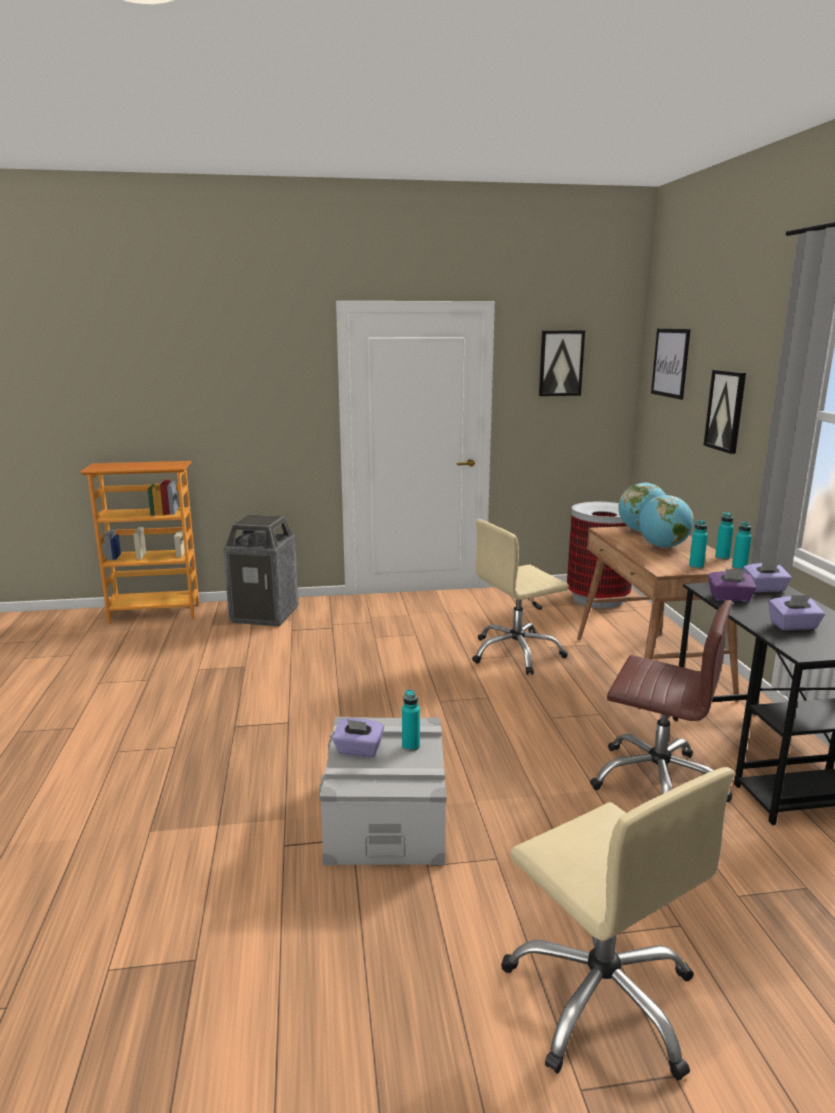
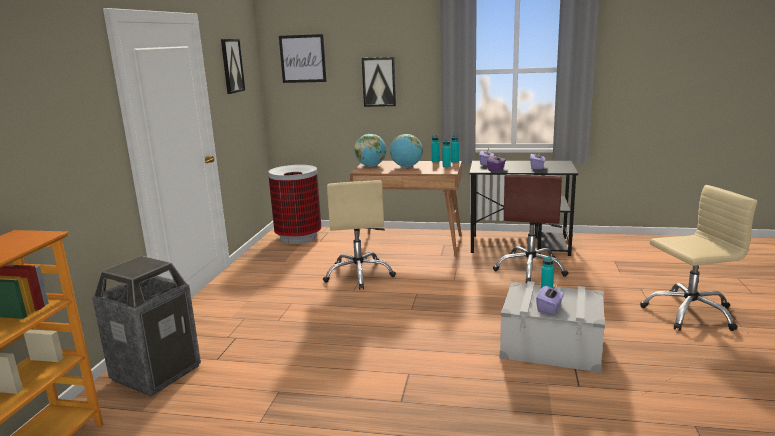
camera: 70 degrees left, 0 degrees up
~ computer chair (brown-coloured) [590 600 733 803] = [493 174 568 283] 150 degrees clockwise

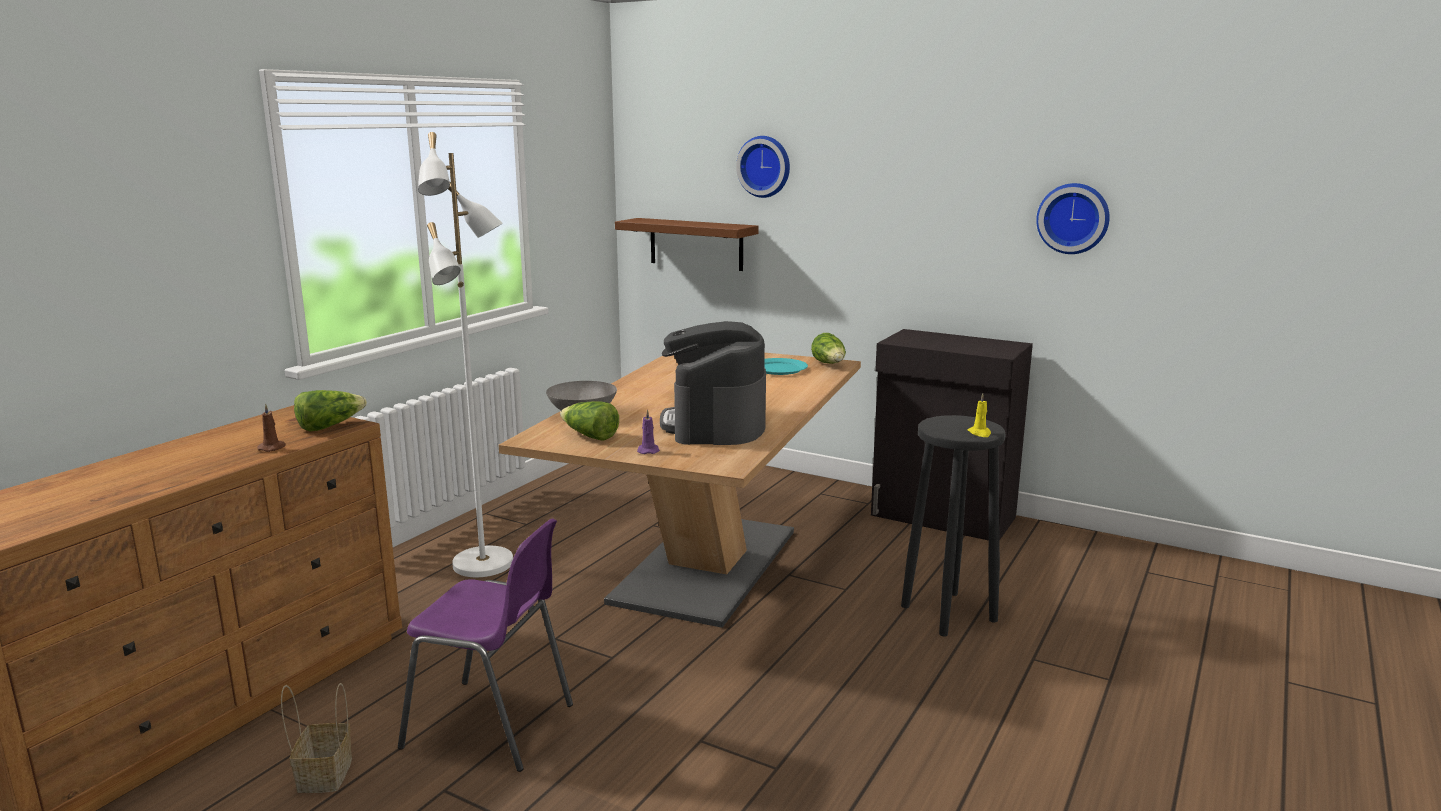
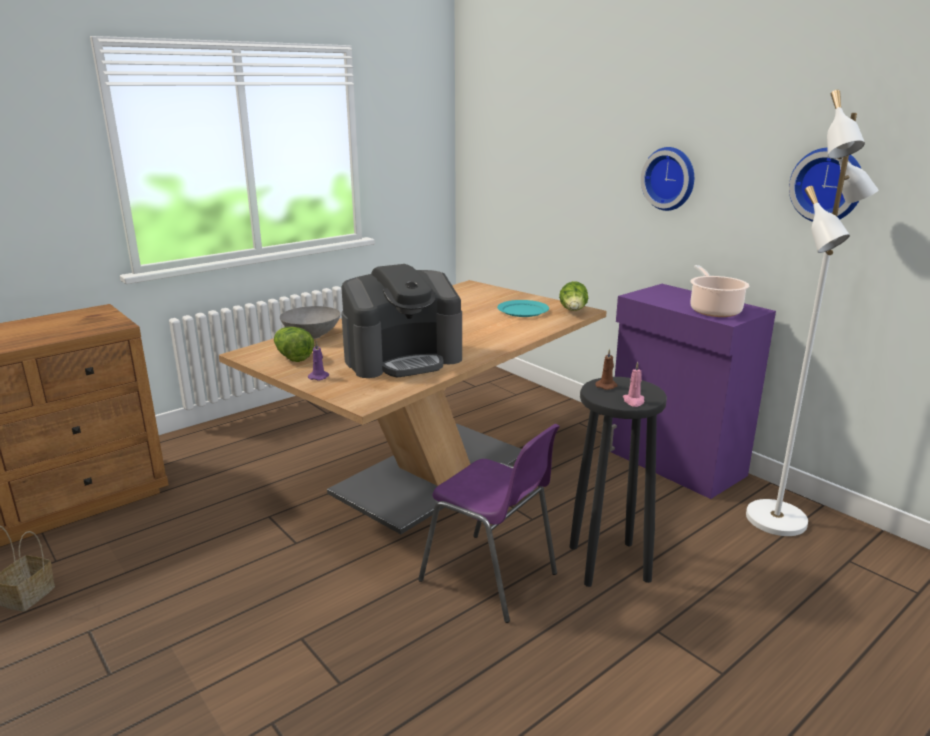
camera: 20 degrees right, 5 degrees up
~ wax candle (brown-coloured) [257 404 286 452] to [595 349 618 390]
- head of lettuce [294 390 367 431]
~ chair (purple) [398 518 573 772] to [418 424 560 623]
~ standard lamp (whitish) [418 132 513 577] to [746 90 879 536]
- bracket shelf (brown-coloured) [615 218 759 271]
~ coffee maker [660 321 766 445] = [341 264 462 378] 135 degrees counterclockwise
~ wall clock [736 136 790 198] to [641 147 694 211]
~ cabinet (blackish) [871 329 1033 541] to cabinet (purple) [609 284 776 499]
~ wax candle (yellow-coloured) [968 393 991 437] to wax candle (pink) [623 362 645 407]
+ stockpot [690 265 750 317]

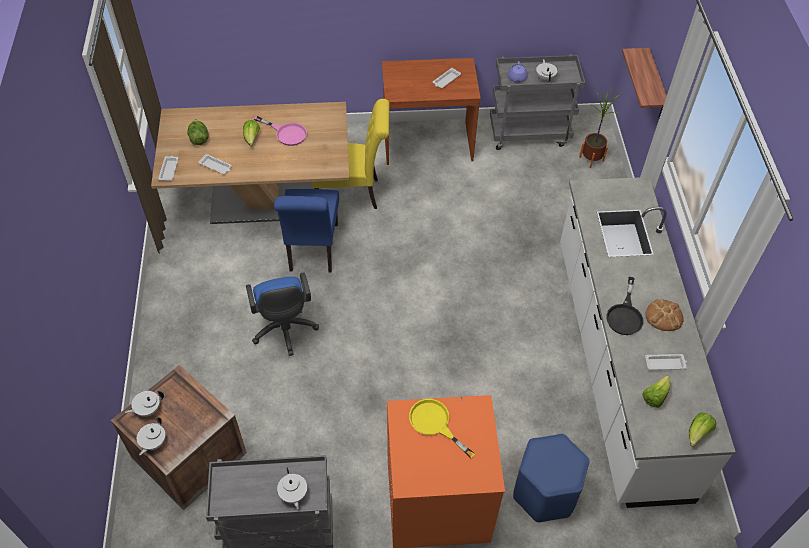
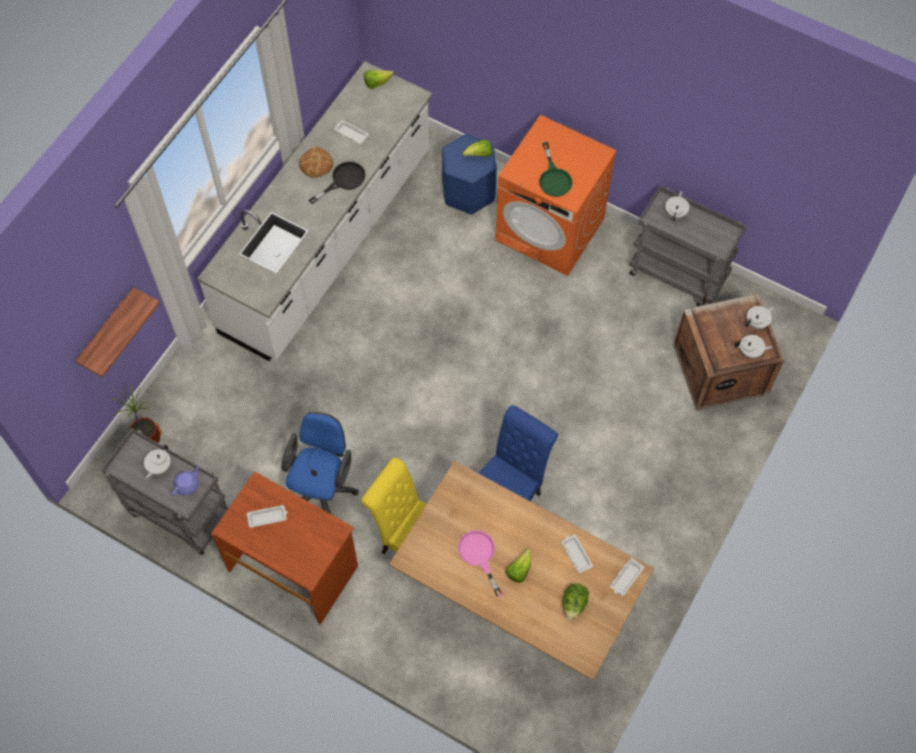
camera: 145 degrees left, 10 degrees up
~ computer chair (blue) [246 272 319 356] to [281 412 358 514]
~ frying pan (yellow-coloured) [409 399 475 458] to frying pan (greenish) [539 142 573 197]
~ head of lettuce [642 375 670 408] to [463 140 492 157]

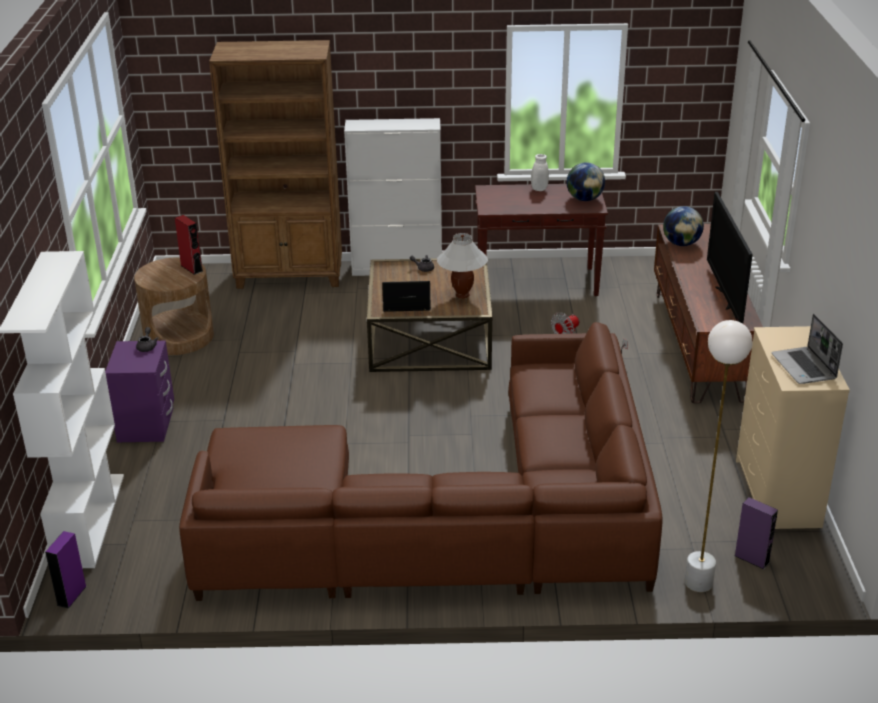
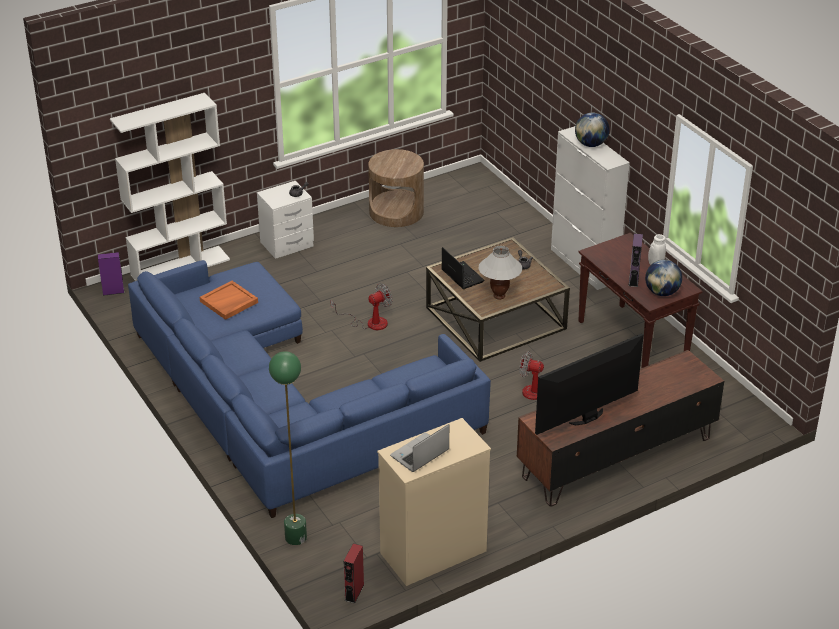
camera: 60 degrees right, 5 degrees up
~ bedside table (purple) [105 340 174 442] to bedside table (whitish) [257 181 314 259]
~ loudspeaker (red-coloured) [175 215 203 275] to [344 543 364 603]
~ settee (brown-coloured) [179 322 662 601] to settee (blue) [128 260 491 518]
- bookcase (brown-coloured) [209 40 342 289]
~ desk globe [663 206 704 246] to [575 113 609 147]
~ standard lamp (whitish) [685 320 753 592] to standard lamp (greenish) [269 351 307 545]
~ loudspeaker (purple) [734 497 778 569] to [628 234 643 287]
+ tray (orange) [200 281 258 320]
+ cooling fan [330 283 393 330]

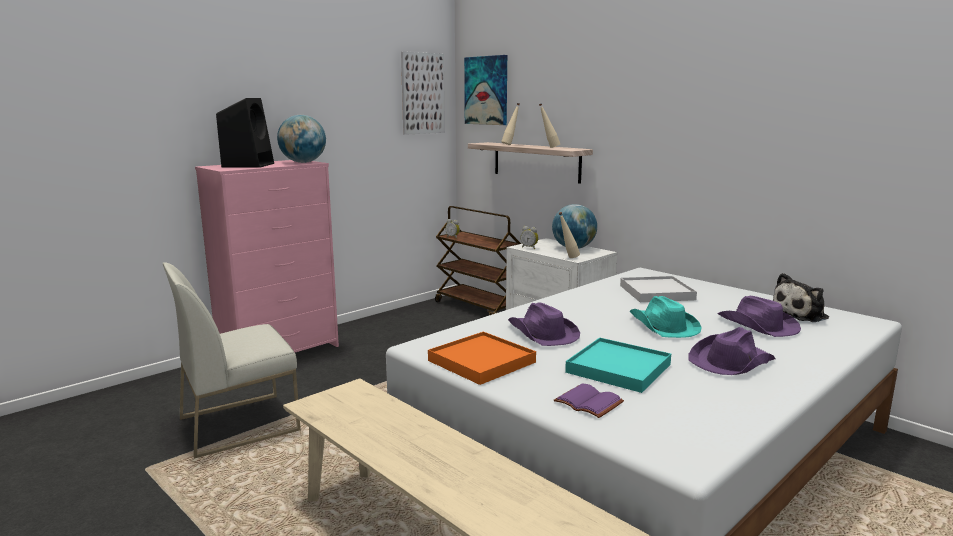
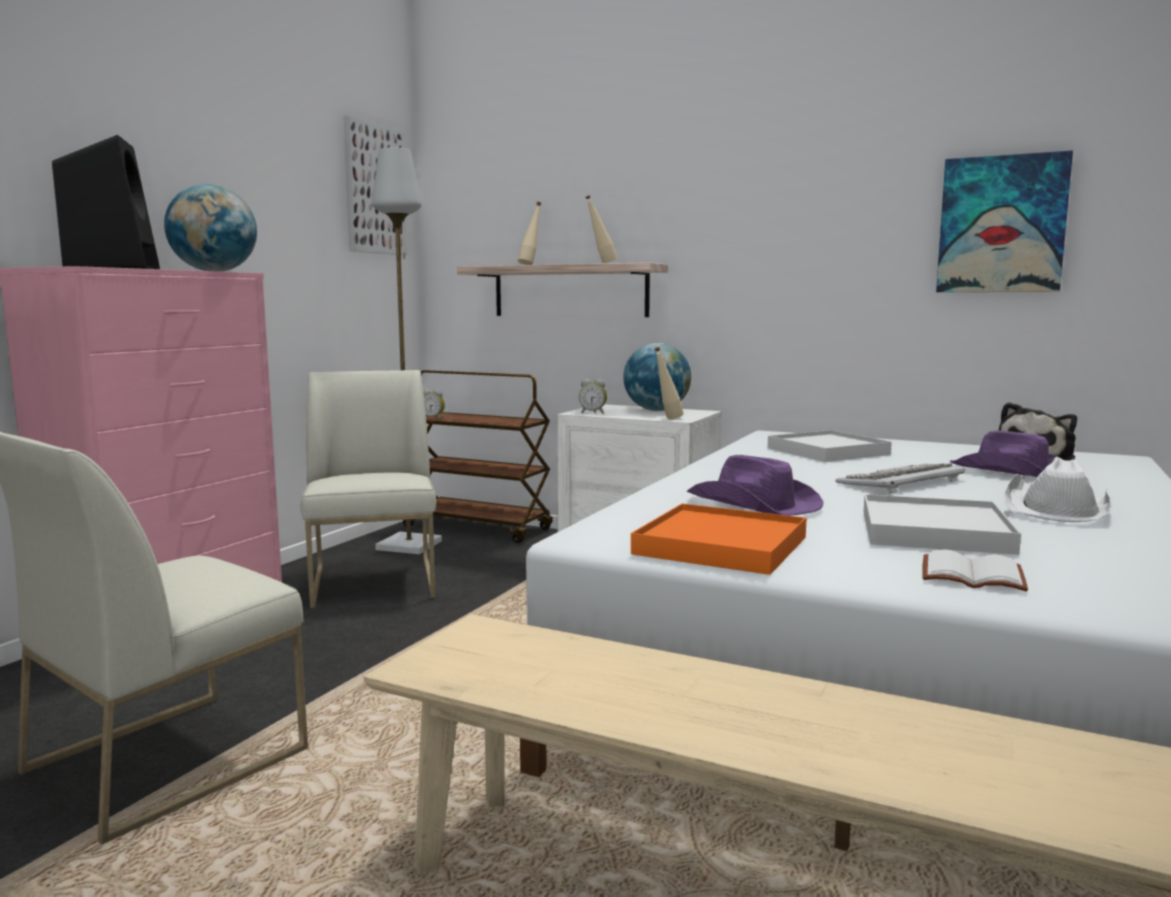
camera: 20 degrees left, 5 degrees down
~ wall art [464 55 507 125] to [936 150 1073 292]
~ volume (purple) [554 384 624 418] to volume (whitish) [922 549 1028 592]
~ tray (blue-green) [565 338 671 393] to tray (whitish) [864 494 1021 555]
~ hat (blue-green) [630 296 702 338] to keyboard [835 463 966 494]
~ hat (purple) [688 327 776 375] to hat (whitish) [1004 456 1111 522]
+ chair (whitish) [300 370 436 608]
+ standard lamp (grey) [372 148 442 554]

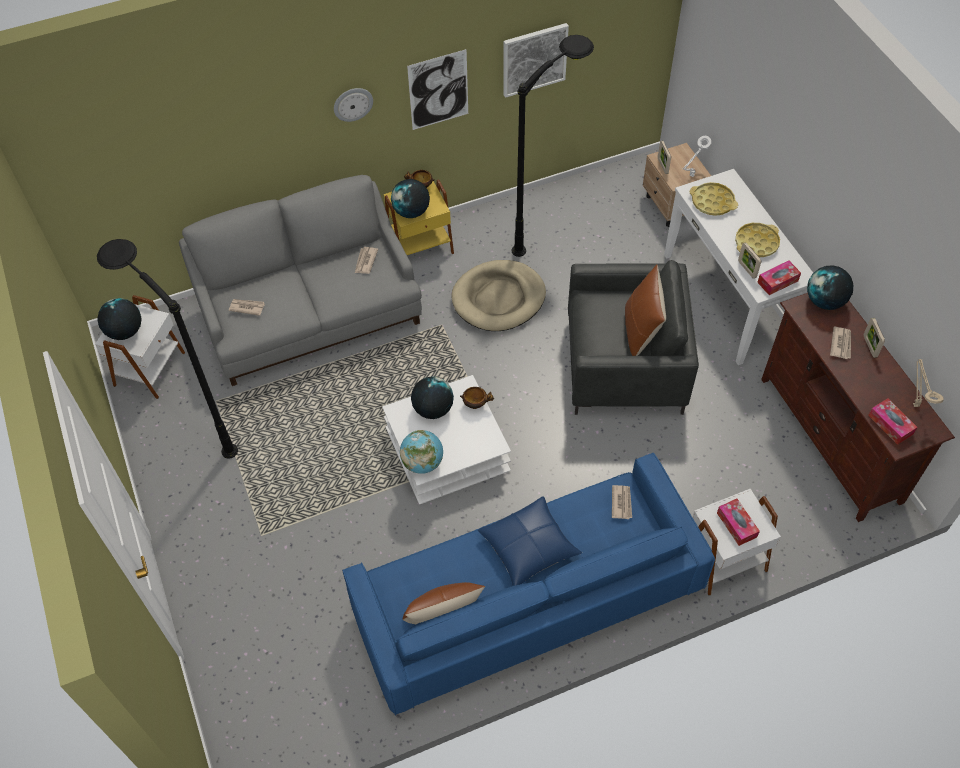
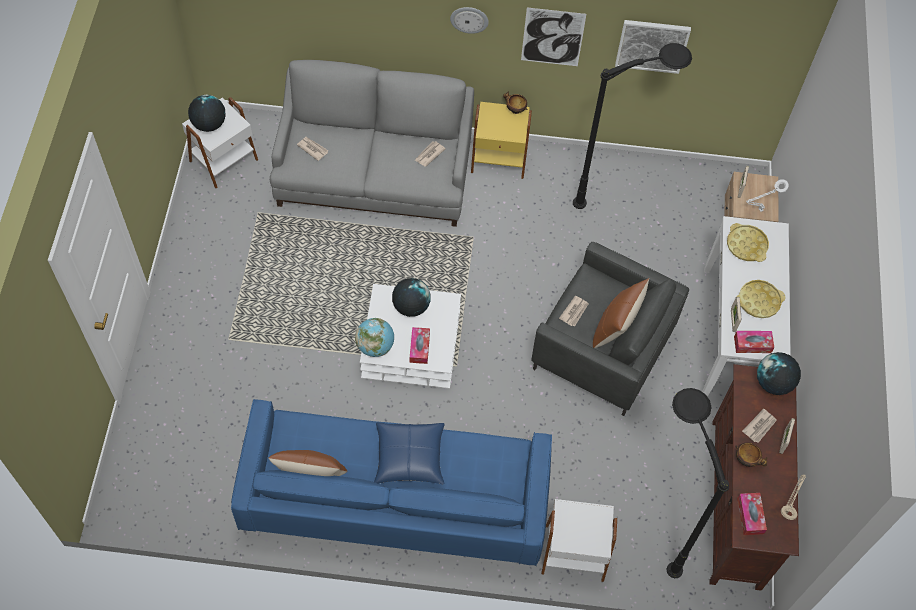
camera: 25 degrees right, 5 degrees up
~ standard lamp (blackish) [97 239 238 459] to [666 388 729 578]
- desk globe [391 179 430 218]
- dog bed (beige-coloured) [451 260 546 331]
~ deep dish [460 387 494 409] to [735 442 767 467]
~ daily paper [612 485 632 519] to [559 295 589 327]
~ tissue holder [717 499 760 546] to [410 327 430 364]

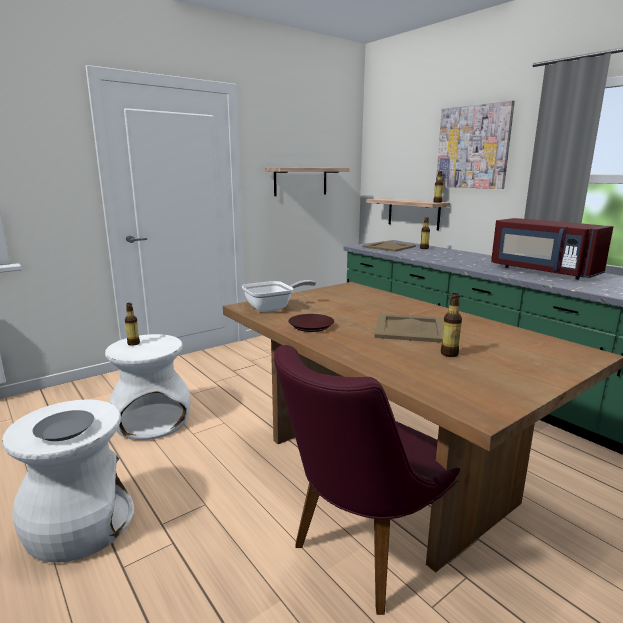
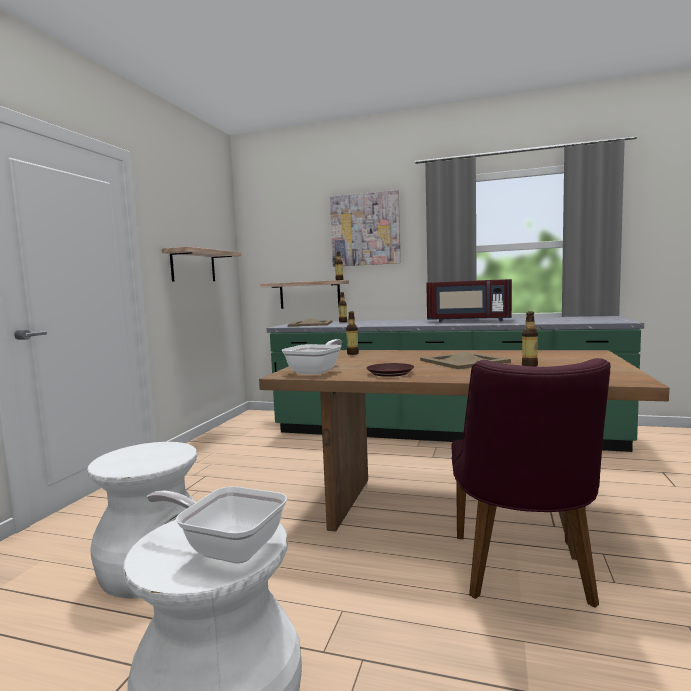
camera: 35 degrees left, 10 degrees down
~ plate (grey) [32 410 94 441] to frying pan [147 486 287 564]
~ beverage bottle [125 303 140 346] to [346 311 359 355]

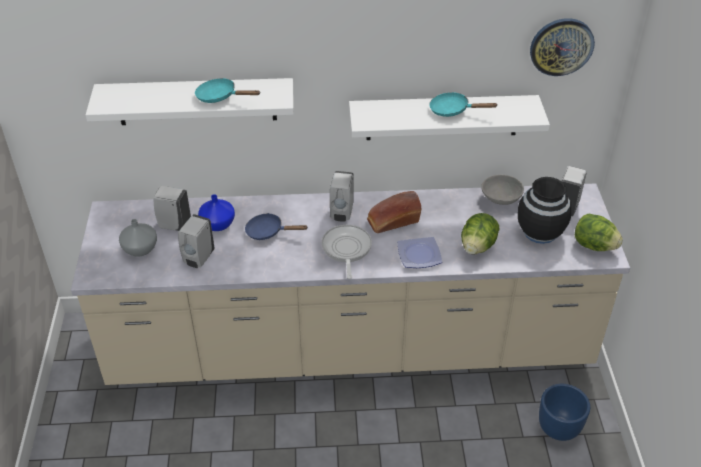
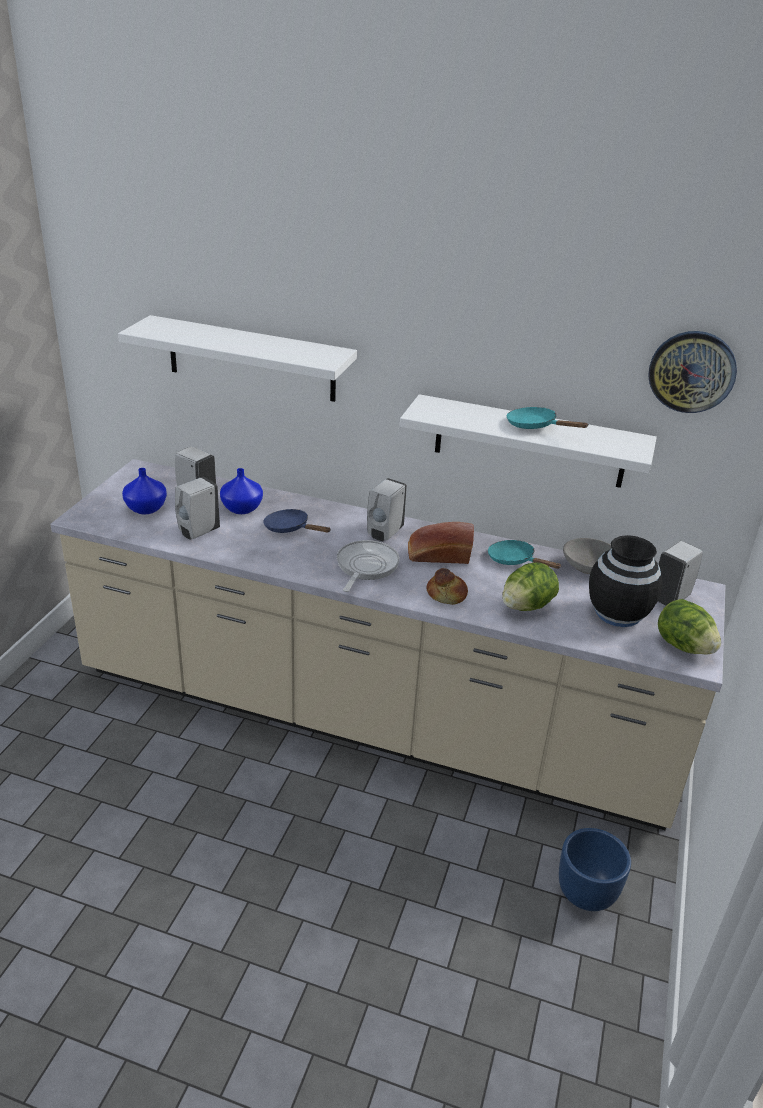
camera: 20 degrees right, 10 degrees down
~ vase (grey) [119 219 157 257] to vase (blue) [122 468 167 514]
~ frying pan (blue-green) [195 78 260 103] to [488 540 562 569]
~ plate [398 237 442 268] to bakery bread [427 568 468 605]

